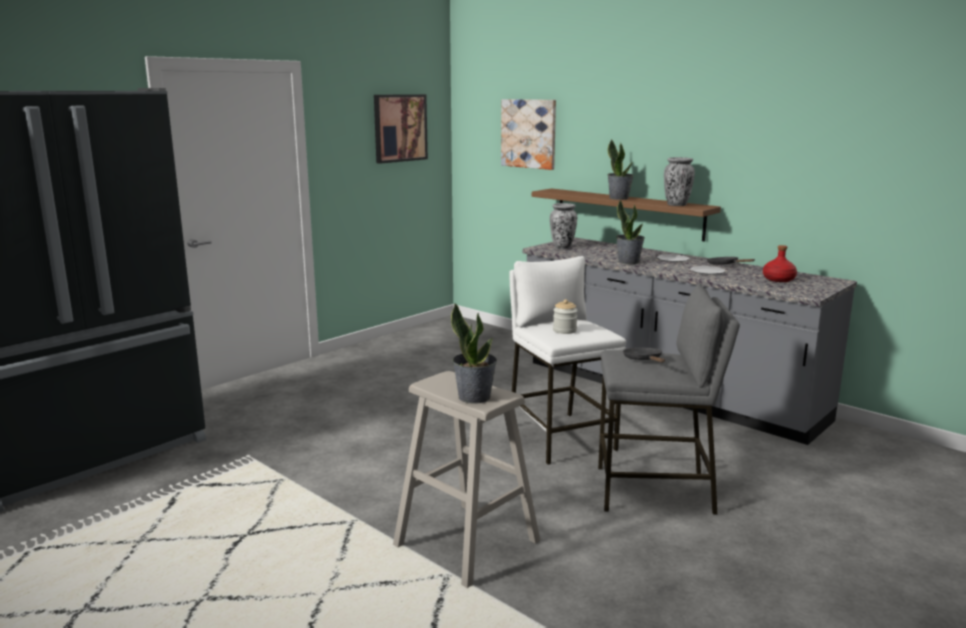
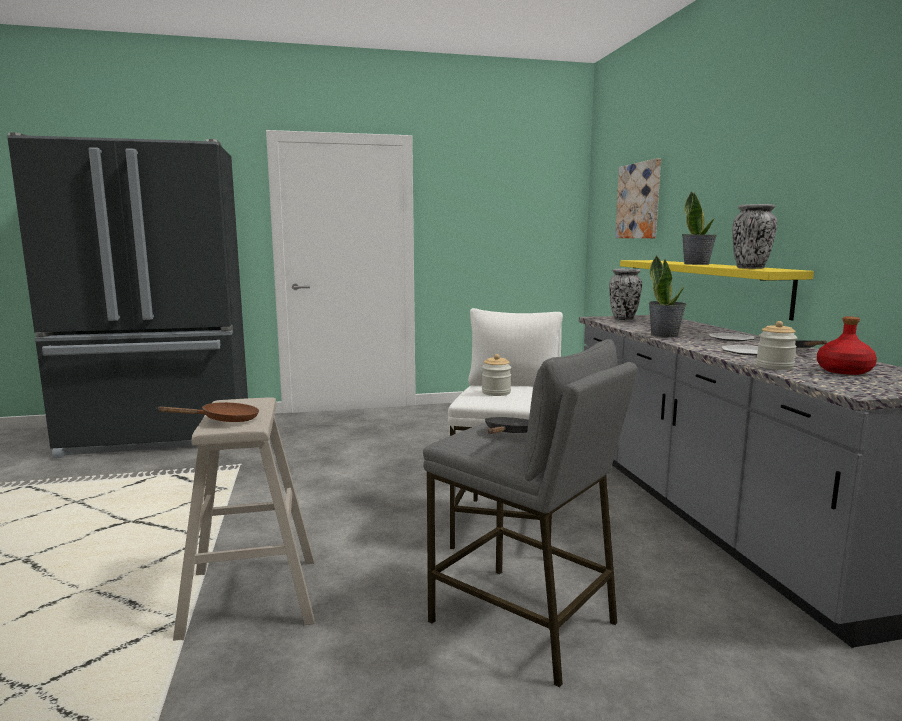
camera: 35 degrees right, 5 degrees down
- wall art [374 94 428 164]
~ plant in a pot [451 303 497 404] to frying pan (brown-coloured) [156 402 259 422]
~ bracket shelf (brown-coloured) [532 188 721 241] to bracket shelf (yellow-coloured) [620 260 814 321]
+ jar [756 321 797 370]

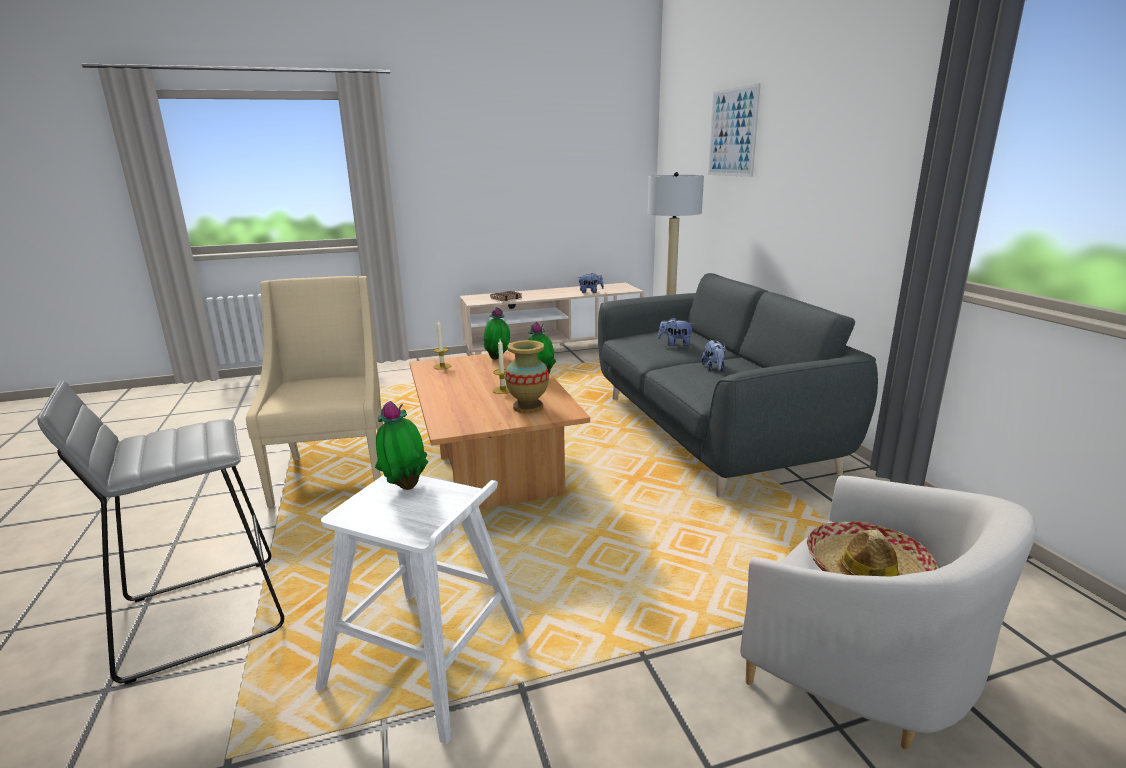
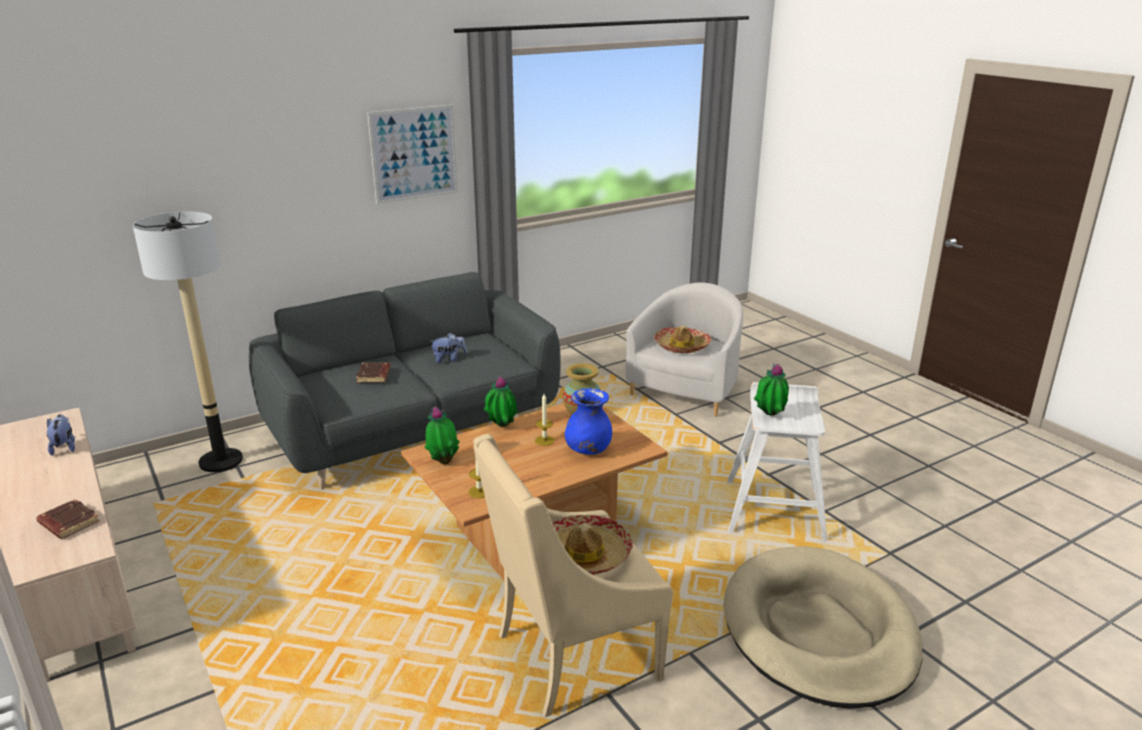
camera: 105 degrees left, 5 degrees up
~ stool seat (grey) [37 380 284 685] to dog bed (beige-coloured) [724 546 922 709]
~ plush toy [658 318 694 346] to volume (brown-coloured) [356 362 391 383]
~ wall art [708 83 761 177] to [367 105 458 204]
+ hat [553 515 633 575]
+ vase (blue) [565 388 612 455]

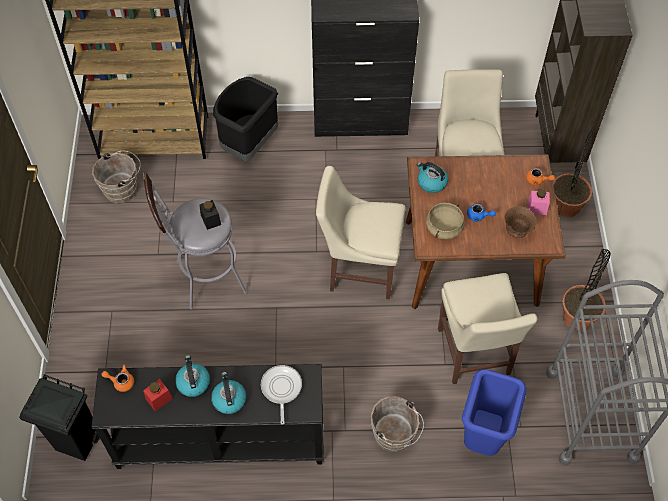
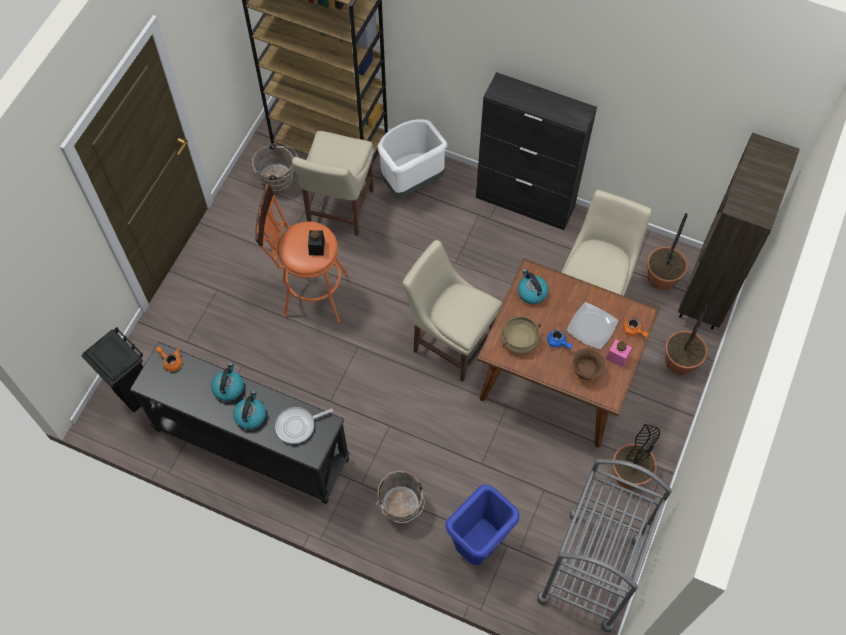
camera: 25 degrees right, 5 degrees up
~ stool seat (grey) [143 172 247 309] to stool seat (orange) [255 184 348 323]
- jar (red-coloured) [143 379 172 411]
~ waste bin (blackish) [213 77 278 161] to waste bin (whitish) [378 119 447 198]
~ frying pan [261 365 302 425] = [275 407 333 444] 135 degrees counterclockwise
~ chair (beige-coloured) [438 273 537 384] to [292 131 374 236]
+ plate [566 302 618 350]
+ plant in a pot [647 213 688 290]

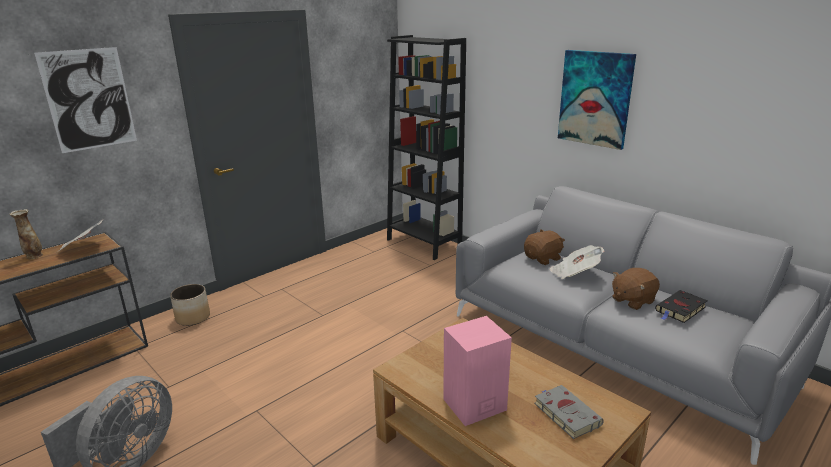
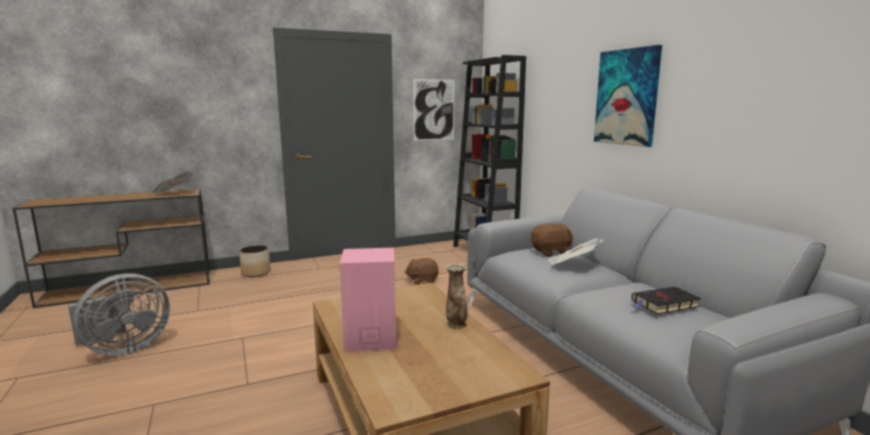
camera: 20 degrees right, 10 degrees down
~ vase [10 209 43 259] to [446 263 468 329]
~ wall art [34 47 137 153] to [413 79 455 141]
- volume (grey) [534 385 604 439]
~ plush toy (brown-coloured) [612 268 660 310] to [405 258 439 284]

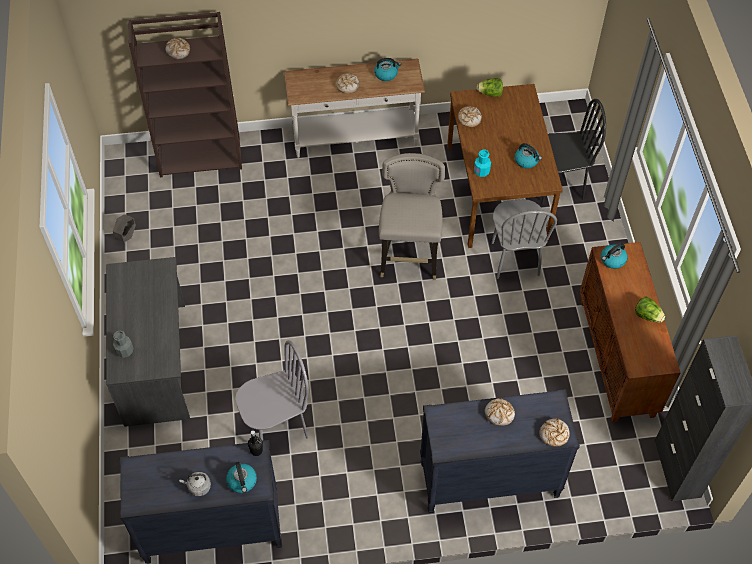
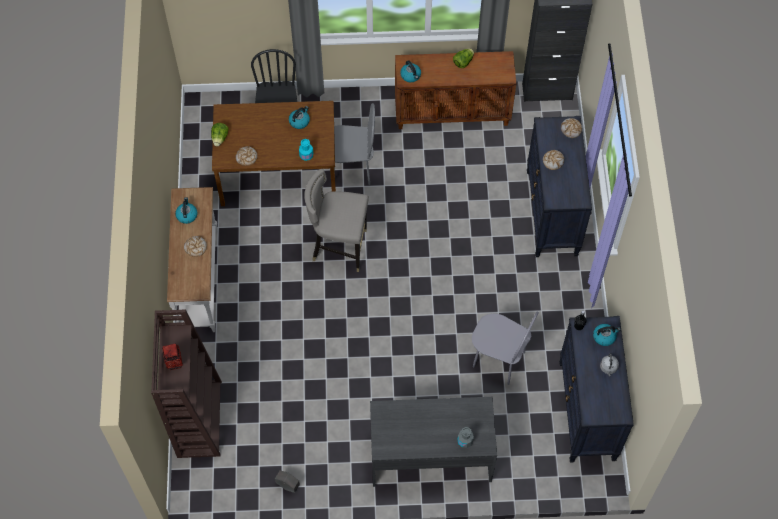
camera: 85 degrees left, 5 degrees up
~ bakery bread [165 38 190 59] to vase [162 344 183 370]
~ chair (grey) [235 340 309 441] = [472 312 539 385] 135 degrees clockwise

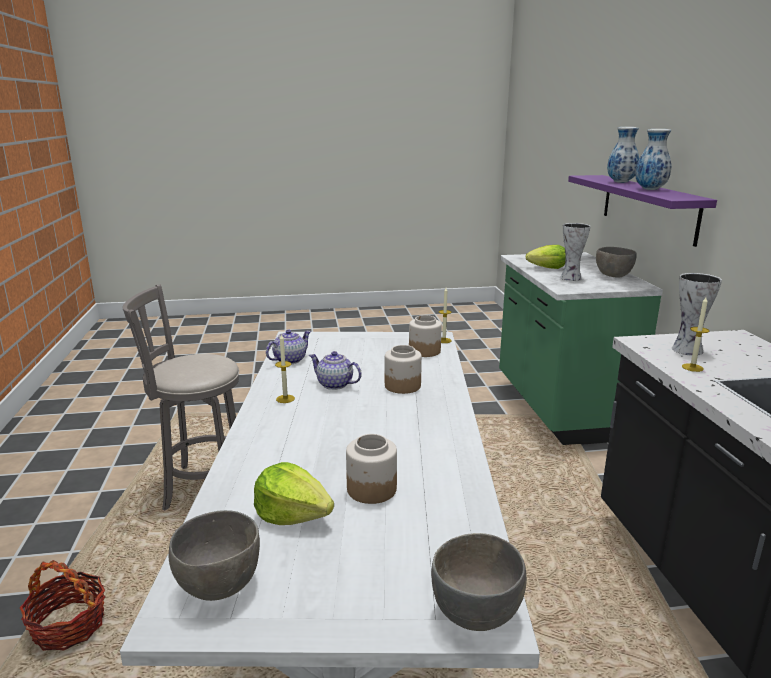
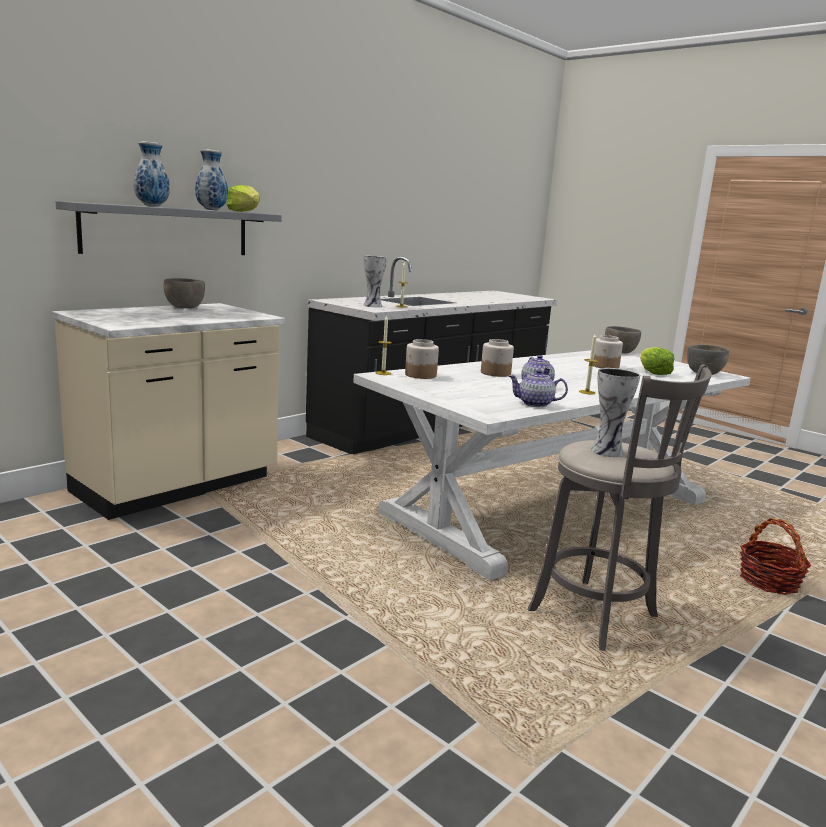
camera: 130 degrees left, 5 degrees down
~ counter (greenish) [499 252 663 445] to counter (beige-coloured) [52 303 285 520]
~ head of lettuce [526 245 566 269] to [227 185 260 212]
~ vase [560 223 591 281] to [591 368 641 457]
~ bracket shelf (purple) [568 175 717 247] to bracket shelf (grey) [55 201 282 255]

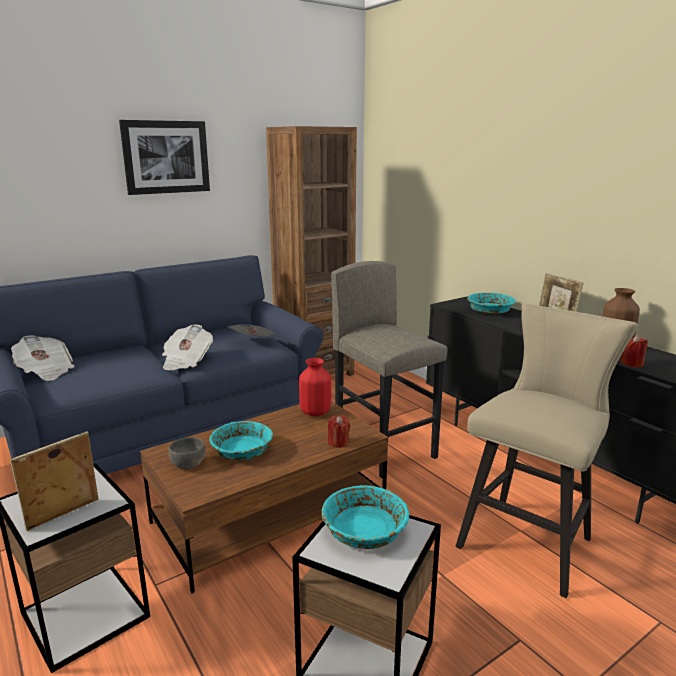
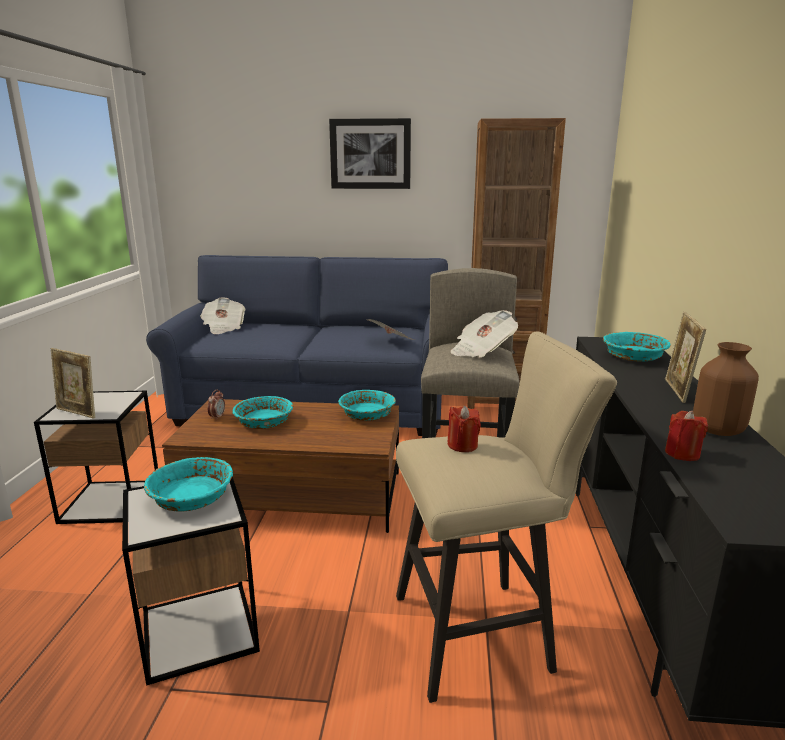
camera: 40 degrees right, 0 degrees up
~ picture frame [10 432 99 531] = [51 348 95 419] 150 degrees counterclockwise
~ daily paper [162 324 213 370] to [450 310 518 357]
~ deep dish (grey) [168 437 206 469] to alarm clock [207 390 225 420]
~ vase (red-coloured) [299 358 331 416] to deep dish (blue-green) [338 390 396 421]
~ wax candle (red-coloured) [328 415 350 448] to [448 405 481 452]

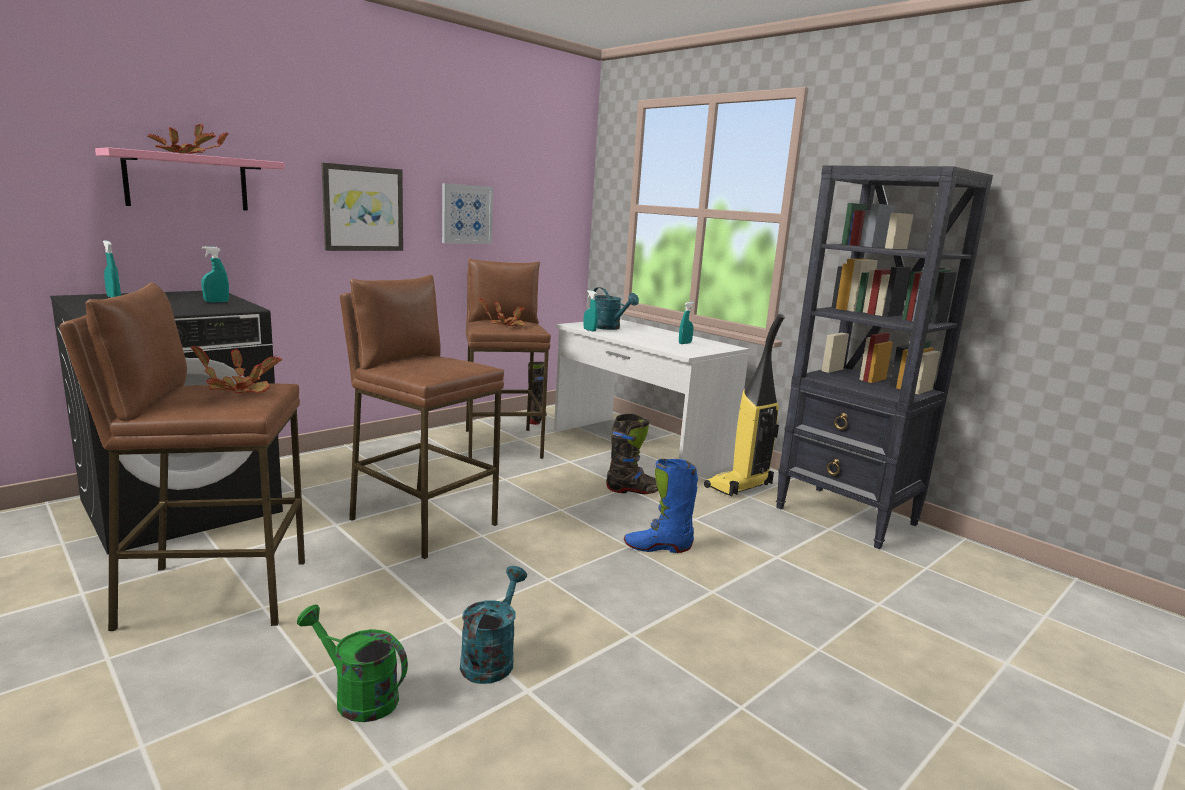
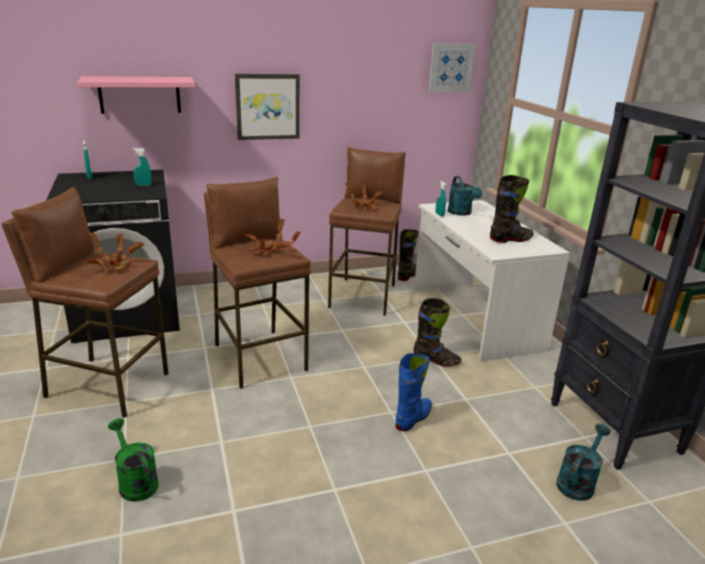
camera: 25 degrees right, 10 degrees up
~ plant in a pot [147 123 229 154] to [245 219 301 256]
~ wall art [442 183 493 244] to [429 43 476 92]
~ watering pot (blue-green) [460 566 527 684] to [557 424 611 501]
~ tall boot (blue) [624 459 698 553] = [395 353 432 431] 105 degrees clockwise
~ sprayer (blue-green) [679 302 694 344] to tall boot (blackish) [490 175 534 243]
- hoover [704 314 785 496]

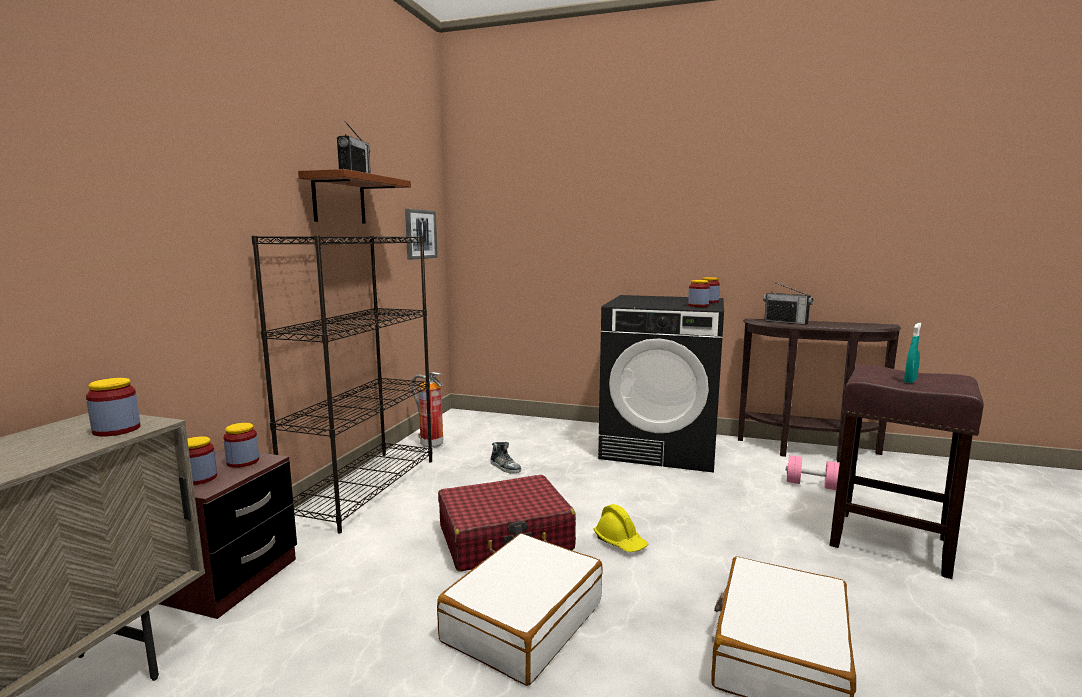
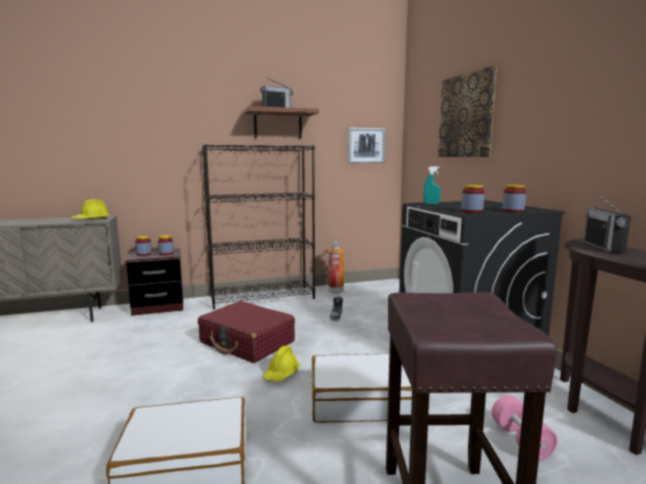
camera: 55 degrees right, 0 degrees up
~ jar [86 378 140 437] to hard hat (yellow-coloured) [71 199 110 219]
~ travel case (whitish) [437 533 603 686] to [311 354 412 423]
~ sprayer (blue-green) [904 323 922 383] to [423 166 441 204]
+ wall art [438 66 497 157]

